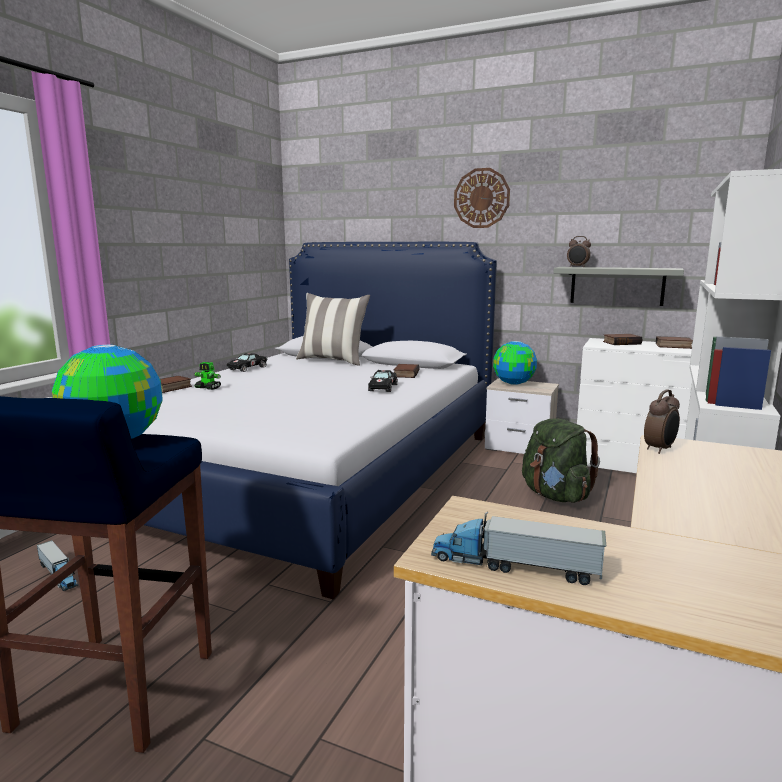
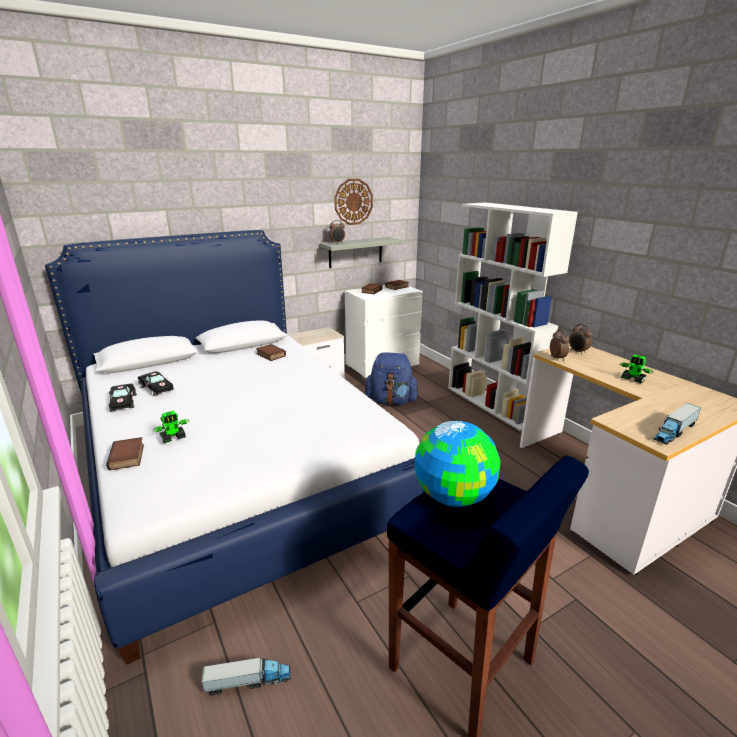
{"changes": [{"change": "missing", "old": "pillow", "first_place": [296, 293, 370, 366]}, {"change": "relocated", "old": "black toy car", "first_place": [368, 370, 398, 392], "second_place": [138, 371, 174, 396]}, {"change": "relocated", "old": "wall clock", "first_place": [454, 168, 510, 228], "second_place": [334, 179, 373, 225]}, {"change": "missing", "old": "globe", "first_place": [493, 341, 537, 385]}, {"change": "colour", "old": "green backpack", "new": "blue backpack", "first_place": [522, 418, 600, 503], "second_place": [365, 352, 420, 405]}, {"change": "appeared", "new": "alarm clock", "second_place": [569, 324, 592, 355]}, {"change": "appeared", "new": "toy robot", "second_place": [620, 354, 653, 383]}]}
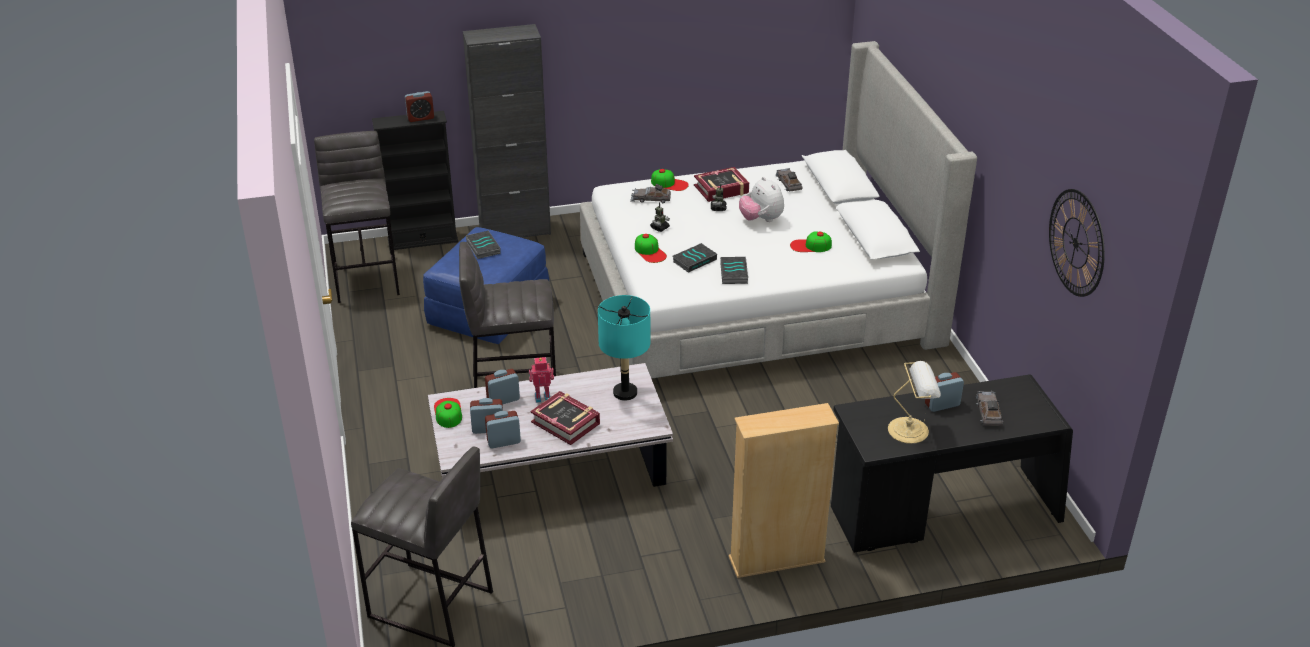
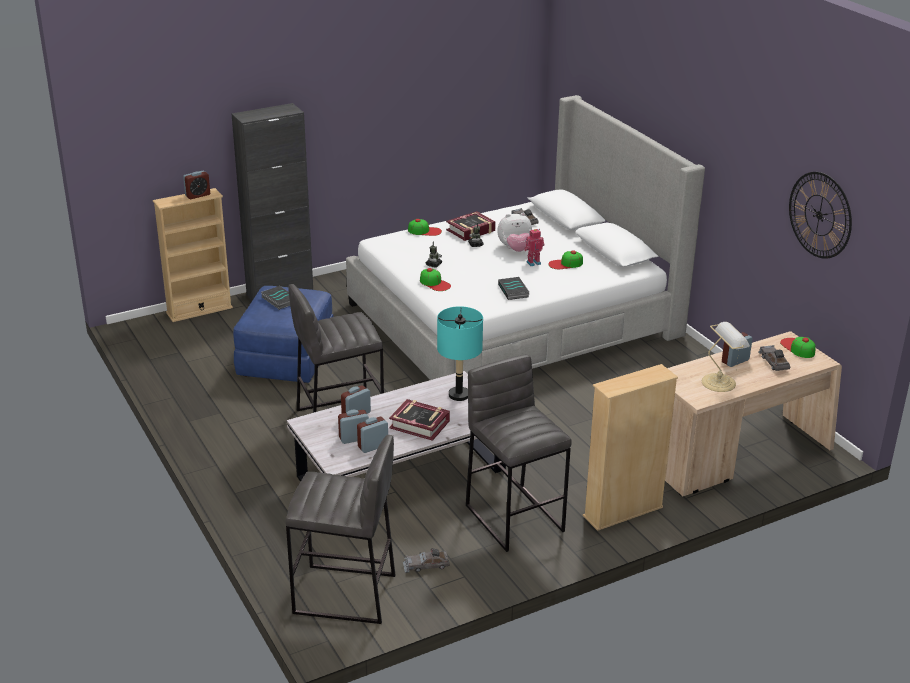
{"changes": [{"change": "relocated", "old": "grey stool", "first_place": [314, 131, 400, 303], "second_place": [466, 354, 572, 552]}, {"change": "colour", "old": "black bookcase", "new": "beige bookcase", "first_place": [372, 111, 458, 250], "second_place": [153, 188, 233, 322]}, {"change": "relocated", "old": "cap", "first_place": [434, 398, 462, 428], "second_place": [780, 337, 816, 358]}, {"change": "relocated", "old": "toy robot", "first_place": [529, 357, 554, 403], "second_place": [524, 229, 544, 266]}, {"change": "relocated", "old": "grey toy car", "first_place": [630, 184, 671, 203], "second_place": [403, 548, 450, 573]}, {"change": "missing", "old": "book", "first_place": [673, 243, 717, 273]}, {"change": "spun", "old": "plush toy", "first_place": [739, 177, 784, 222], "second_place": [497, 213, 532, 252], "degrees": -60}, {"change": "colour", "old": "black desk", "new": "beige desk", "first_place": [831, 375, 1073, 553], "second_place": [665, 331, 842, 496]}]}
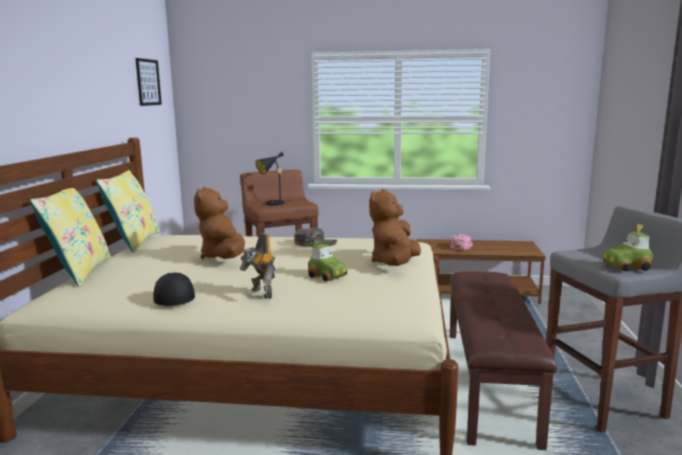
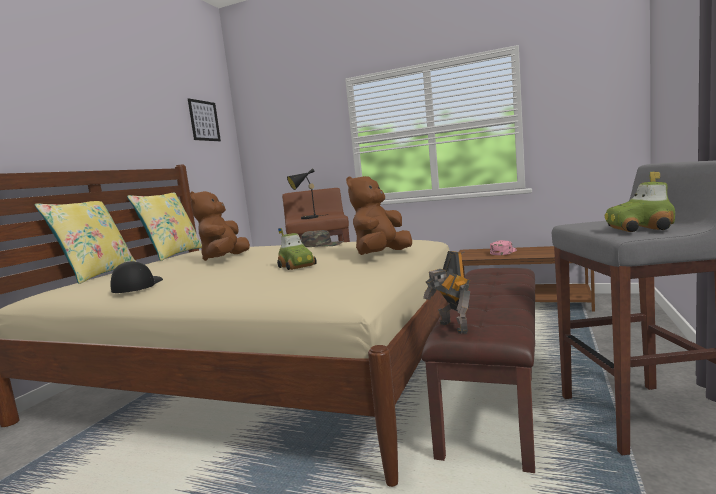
{"changes": [{"change": "relocated", "old": "toy robot", "first_place": [240, 233, 275, 299], "second_place": [423, 251, 470, 334]}]}
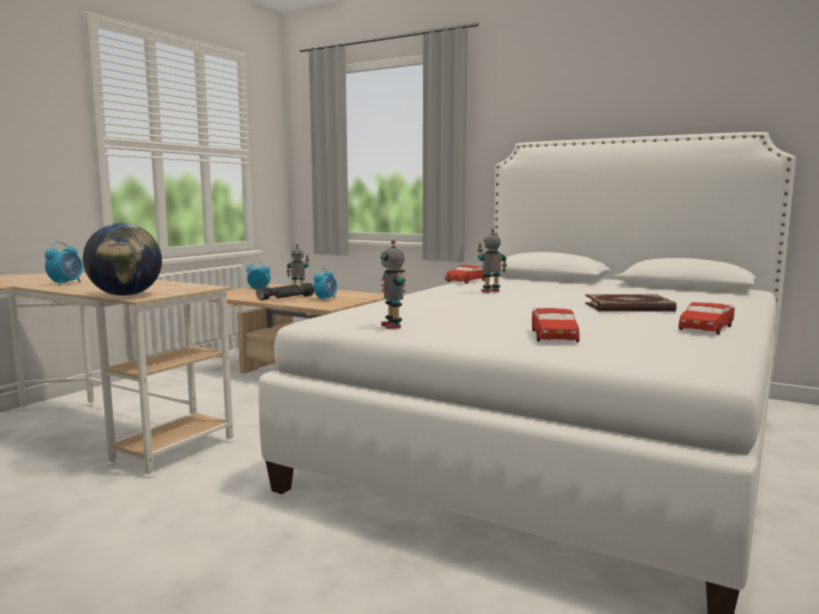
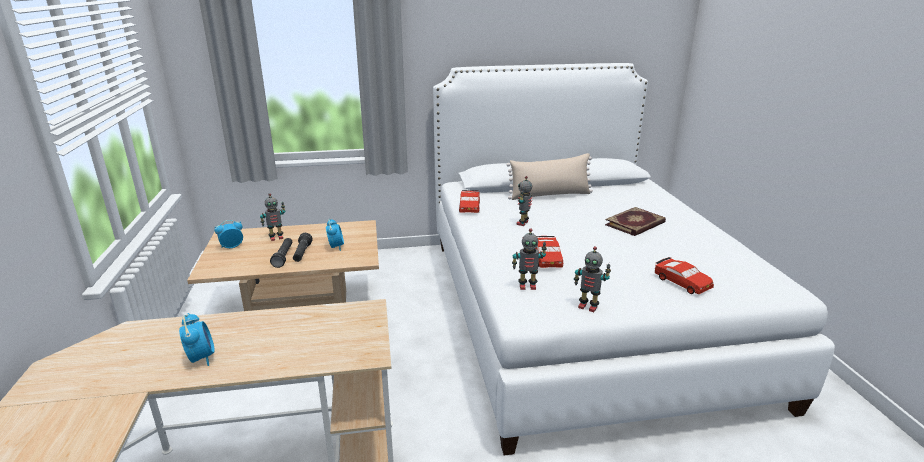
{"changes": [{"change": "missing", "old": "globe", "first_place": [83, 223, 162, 296]}, {"change": "relocated", "old": "red toy car", "first_place": [679, 302, 735, 334], "second_place": [535, 236, 563, 268]}, {"change": "appeared", "new": "beige pillow", "second_place": [506, 153, 593, 200]}, {"change": "appeared", "new": "toy robot", "second_place": [512, 228, 547, 290]}]}
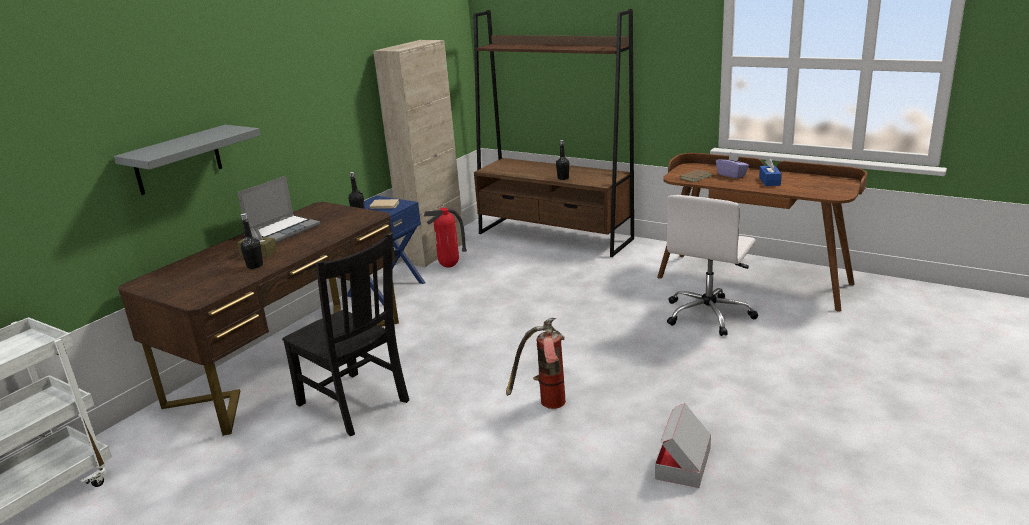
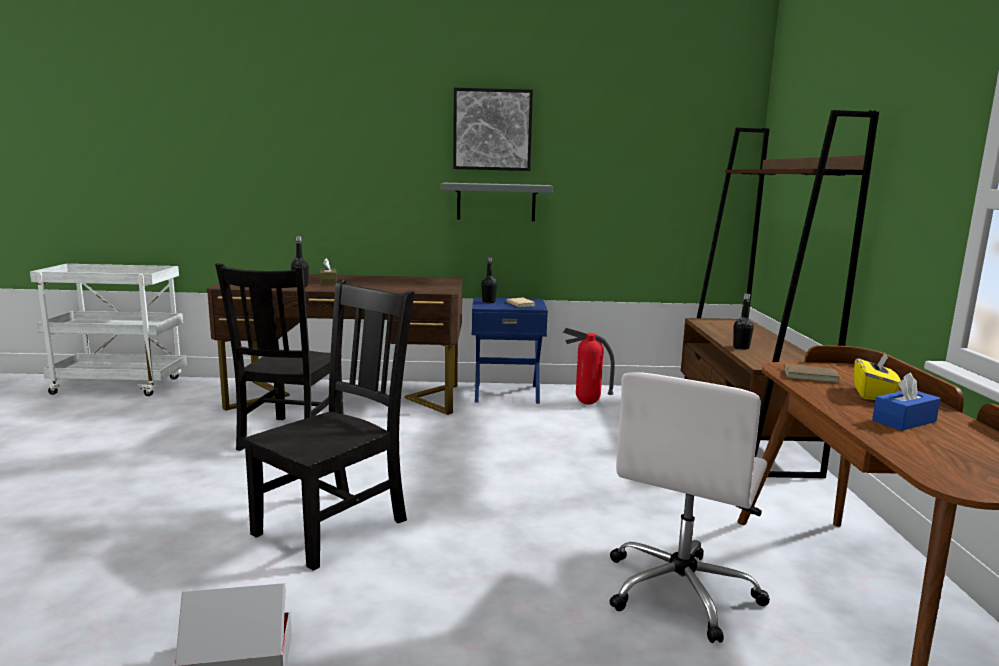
{"changes": [{"change": "relocated", "old": "grey shelf", "first_place": [114, 125, 260, 195], "second_place": [441, 183, 553, 221]}, {"change": "missing", "old": "laptop", "first_place": [237, 176, 320, 243]}, {"change": "missing", "old": "beige cabinet", "first_place": [373, 40, 463, 268]}, {"change": "exchanged", "old": "fire extinguisher", "new": "black chair", "first_place": [506, 318, 566, 409], "second_place": [244, 279, 415, 571]}, {"change": "spun", "old": "white office chair", "first_place": [667, 195, 758, 336], "second_place": [610, 372, 770, 643], "degrees": -60}, {"change": "colour", "old": "purple tissue box", "new": "yellow tissue box", "first_place": [716, 152, 749, 179], "second_place": [854, 353, 901, 400]}, {"change": "appeared", "new": "picture", "second_place": [453, 88, 533, 171]}]}
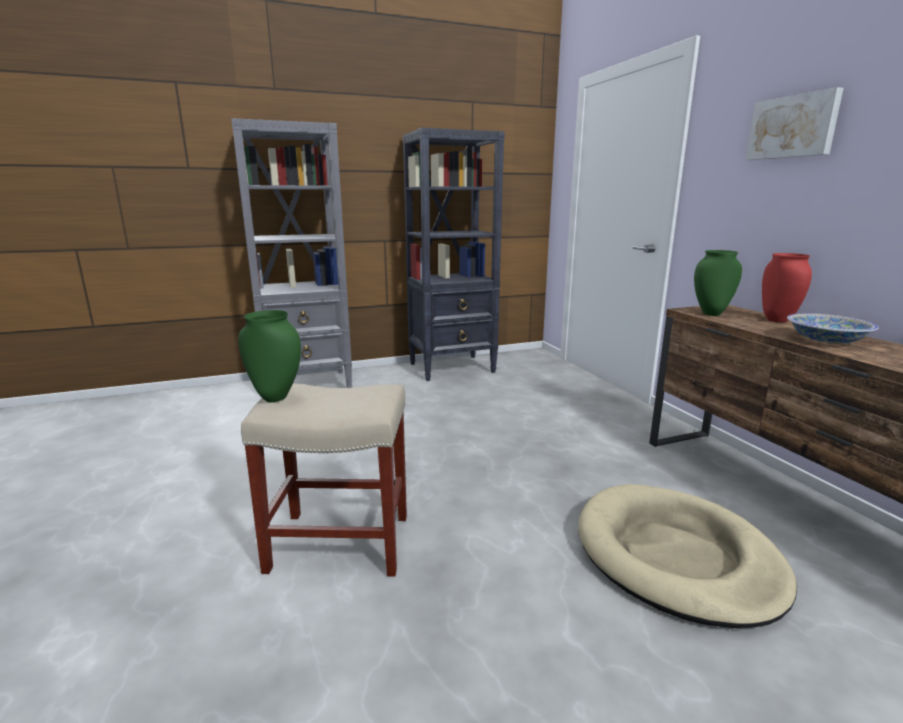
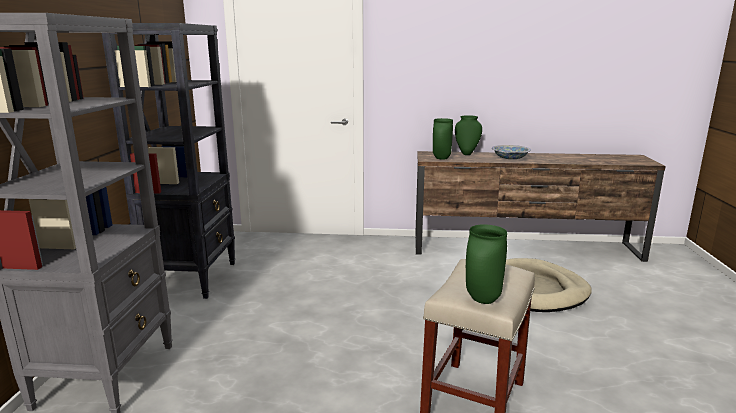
{"changes": [{"change": "missing", "old": "picture", "first_place": [746, 87, 844, 160]}, {"change": "colour", "old": "red vase", "new": "green vase", "first_place": [762, 253, 812, 322], "second_place": [455, 115, 482, 155]}]}
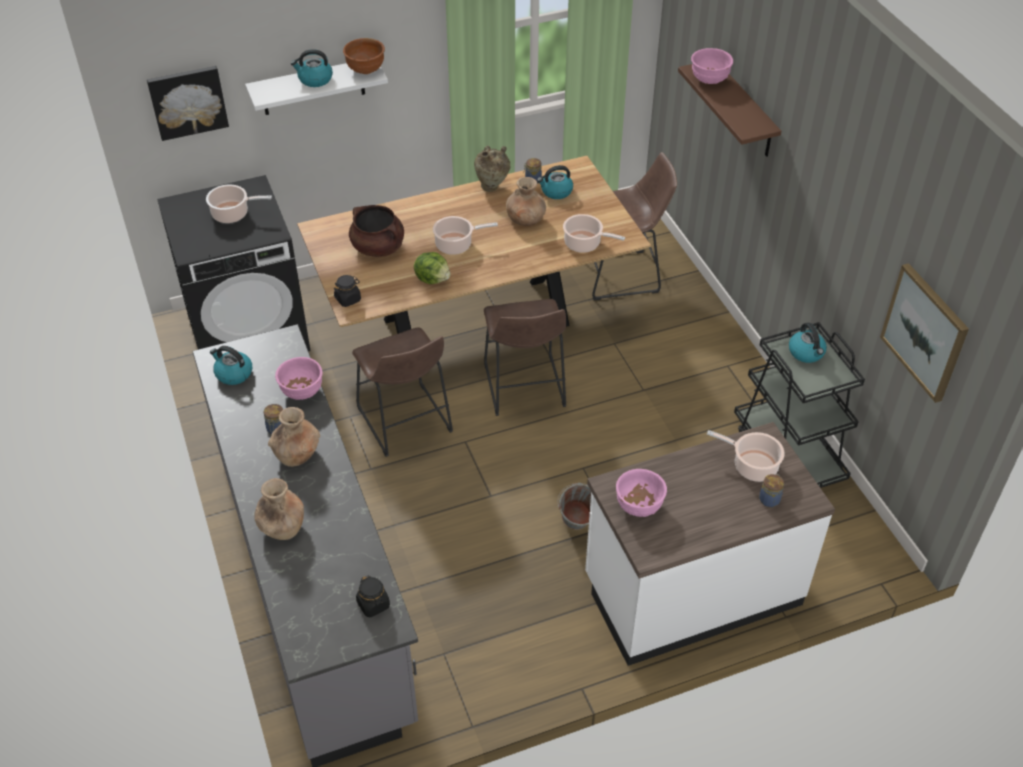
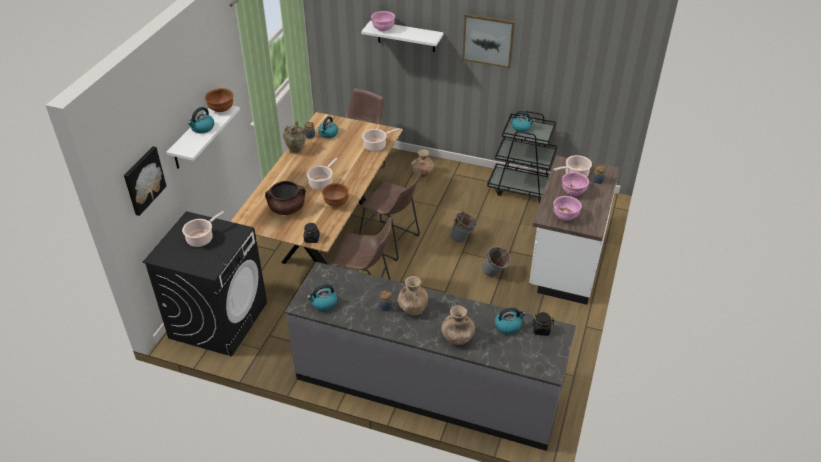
{"changes": [{"change": "relocated", "old": "pink bowl", "first_place": [275, 357, 323, 400], "second_place": [562, 172, 589, 196]}, {"change": "exchanged", "old": "lettuce", "new": "brown bowl", "first_place": [414, 252, 451, 284], "second_place": [322, 183, 349, 207]}, {"change": "relocated", "old": "brown vase", "first_place": [506, 177, 546, 226], "second_place": [411, 149, 434, 177]}, {"change": "colour", "old": "brown shelf", "new": "white shelf", "first_place": [678, 64, 781, 157], "second_place": [361, 21, 444, 52]}, {"change": "relocated", "old": "picture", "first_place": [880, 263, 969, 403], "second_place": [462, 14, 515, 68]}, {"change": "appeared", "new": "grey bucket", "second_place": [450, 211, 478, 243]}, {"change": "appeared", "new": "kettle", "second_place": [495, 308, 526, 335]}]}
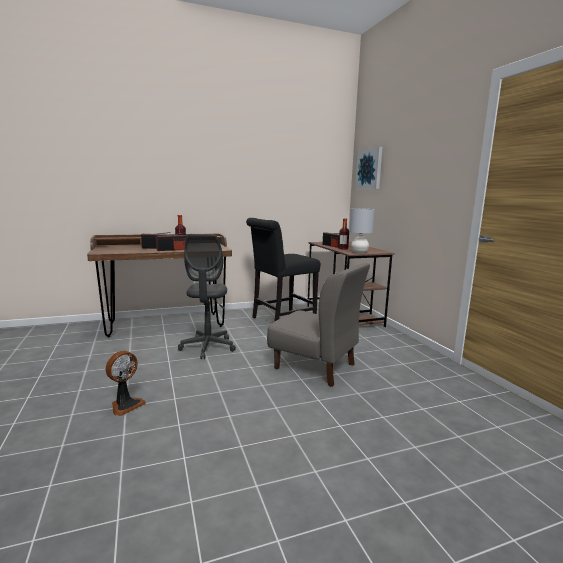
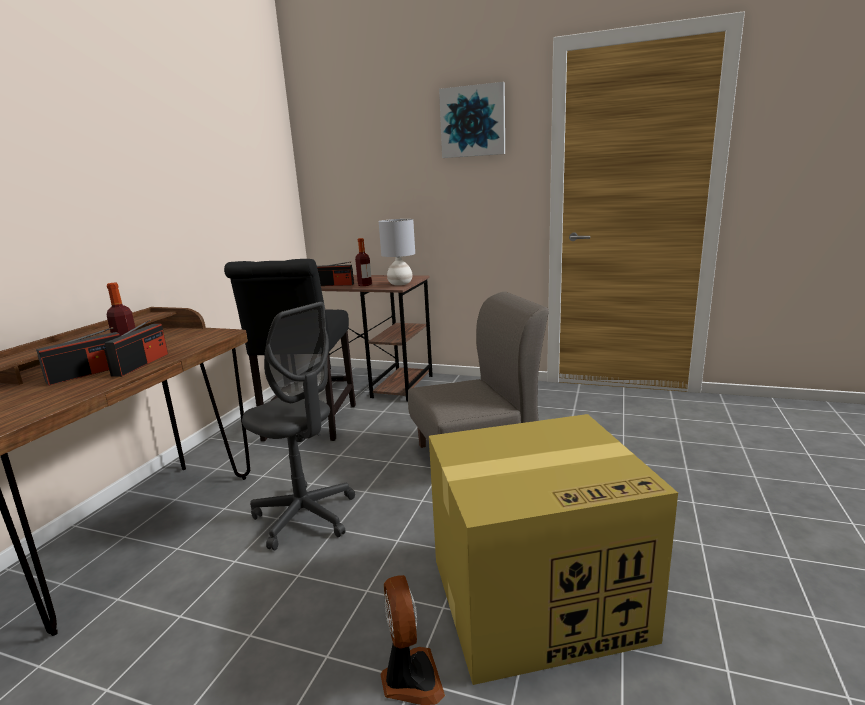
{"changes": [{"change": "relocated", "old": "picture", "first_place": [355, 147, 382, 189], "second_place": [439, 82, 505, 158]}, {"change": "appeared", "new": "cardboard box", "second_place": [429, 414, 678, 685]}]}
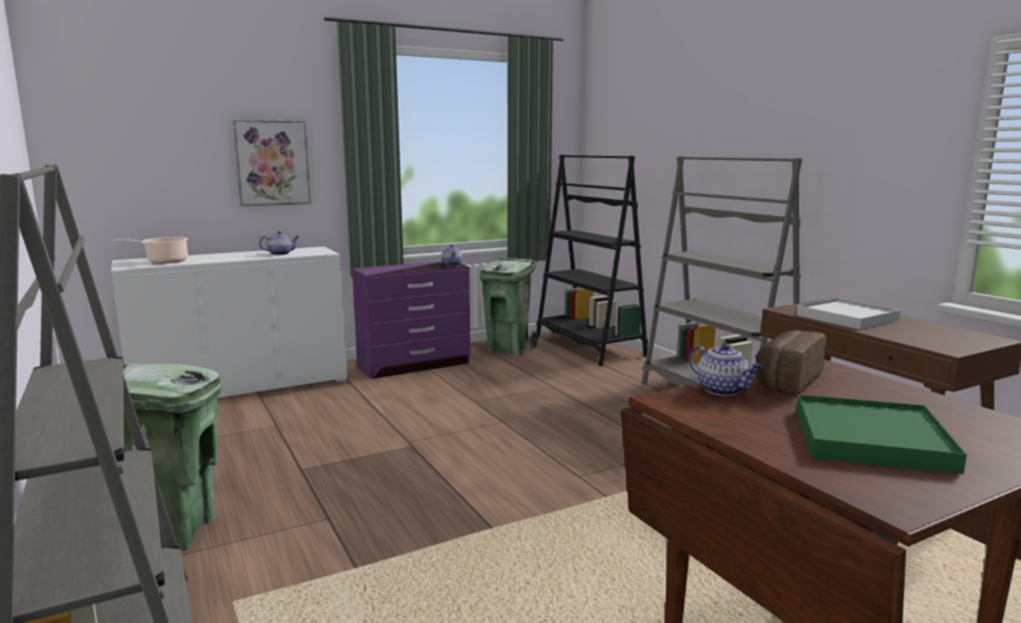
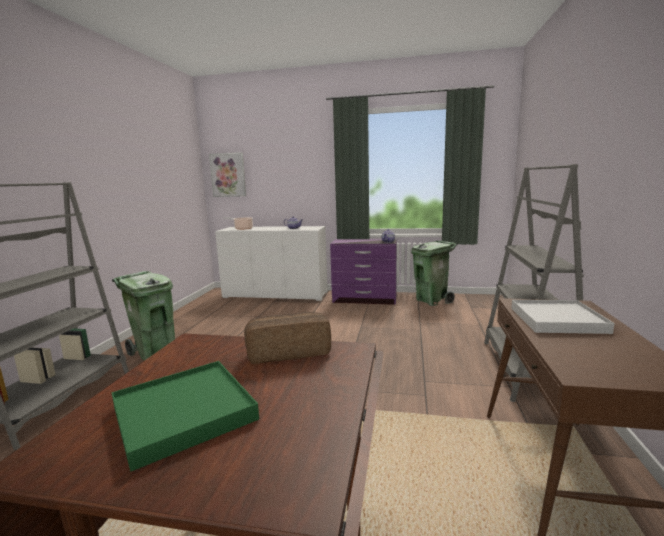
{"changes": [{"change": "relocated", "old": "picture", "first_place": [233, 120, 311, 206], "second_place": [209, 152, 246, 197]}, {"change": "missing", "old": "black bookcase", "first_place": [536, 155, 648, 366]}, {"change": "missing", "old": "teapot", "first_place": [689, 343, 763, 396]}]}
